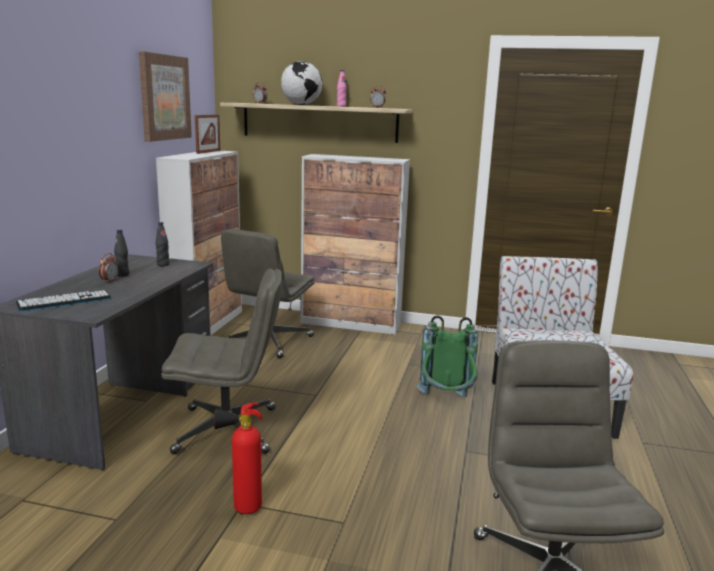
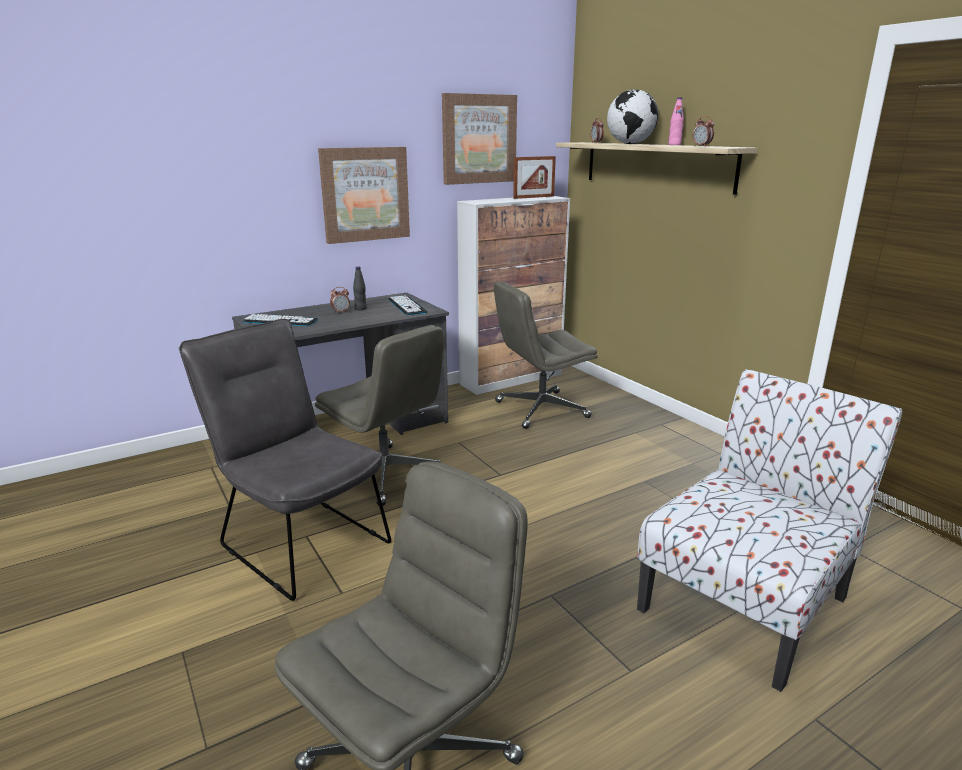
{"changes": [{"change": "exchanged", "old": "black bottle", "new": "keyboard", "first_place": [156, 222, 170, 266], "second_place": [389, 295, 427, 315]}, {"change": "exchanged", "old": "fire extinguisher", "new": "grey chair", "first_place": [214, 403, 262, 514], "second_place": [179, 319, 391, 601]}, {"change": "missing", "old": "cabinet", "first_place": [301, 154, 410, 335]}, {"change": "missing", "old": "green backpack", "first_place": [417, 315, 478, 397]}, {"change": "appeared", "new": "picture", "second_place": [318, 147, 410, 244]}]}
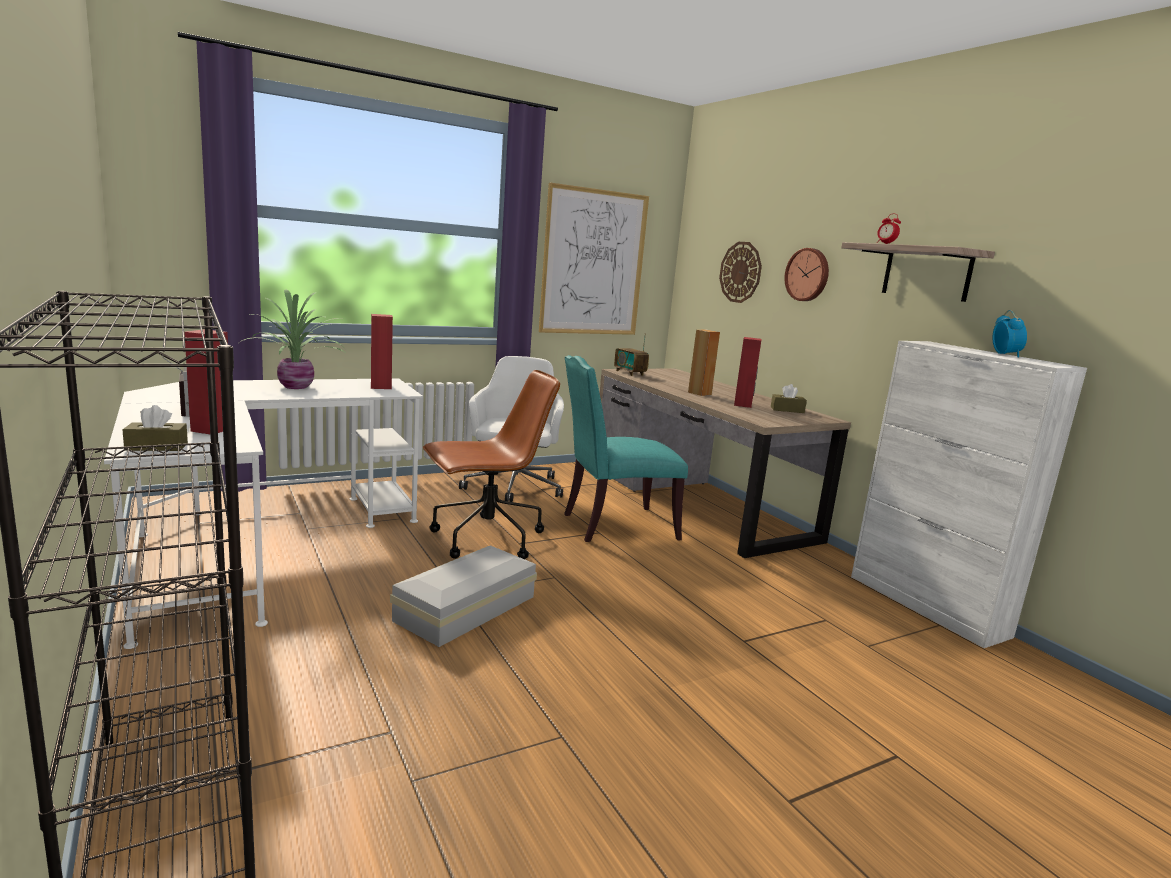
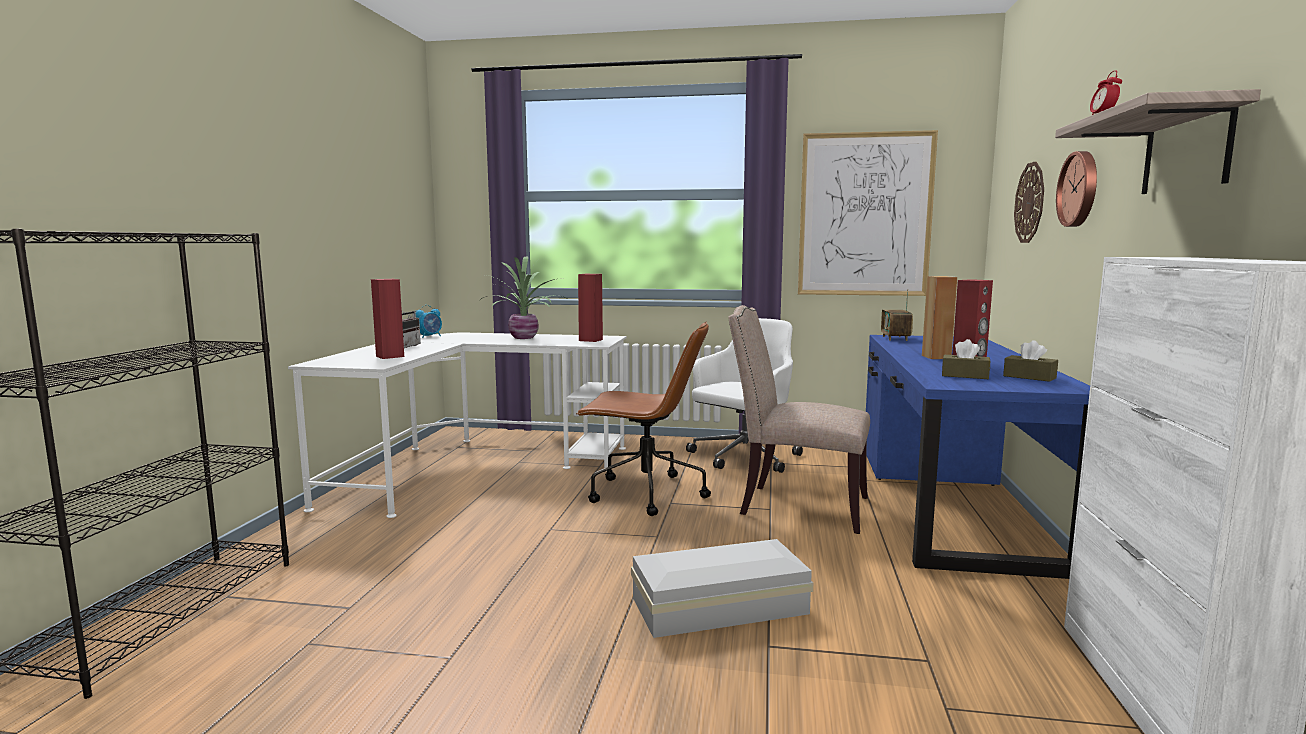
{"changes": [{"change": "relocated", "old": "brown tissue box", "first_place": [122, 405, 188, 451], "second_place": [942, 339, 990, 379]}, {"change": "relocated", "old": "white storage box", "first_place": [390, 545, 537, 647], "second_place": [631, 539, 813, 638]}, {"change": "colour", "old": "turquoise chair", "new": "beige chair", "first_place": [564, 355, 688, 542], "second_place": [729, 305, 870, 534]}, {"change": "colour", "old": "brown desk", "new": "blue desk", "first_place": [600, 369, 851, 558], "second_place": [866, 335, 1090, 579]}, {"change": "relocated", "old": "alarm clock", "first_place": [993, 310, 1027, 358], "second_place": [416, 305, 442, 338]}]}
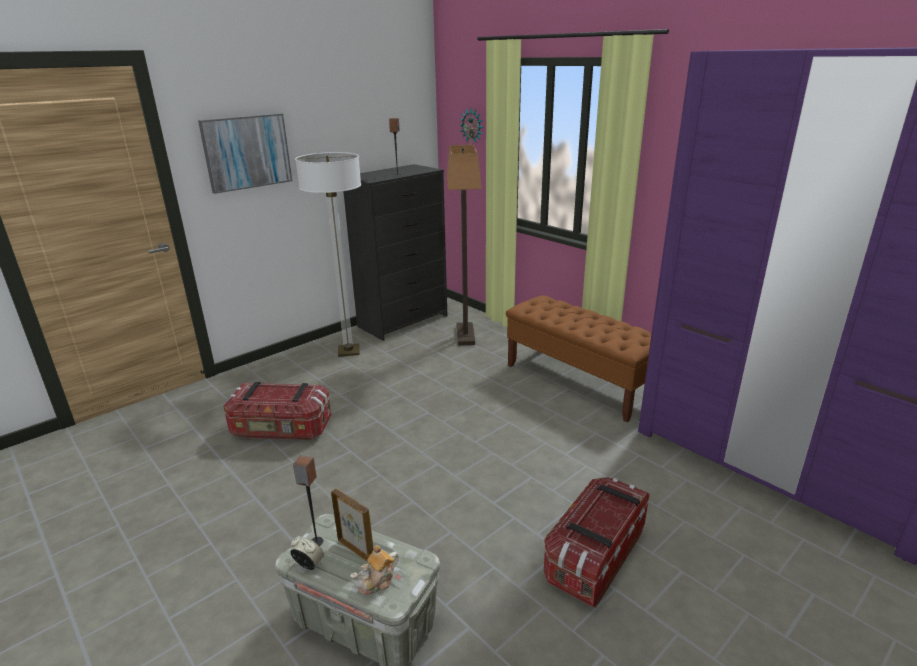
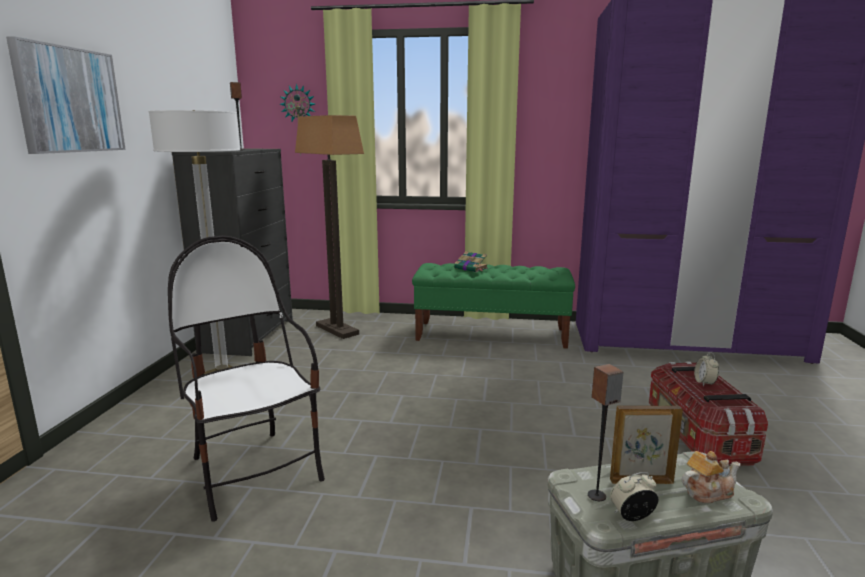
{"changes": [{"change": "exchanged", "old": "storage box", "new": "chair", "first_place": [223, 382, 331, 440], "second_place": [168, 236, 325, 522]}, {"change": "spun", "old": "teapot", "first_place": [350, 545, 399, 595], "second_place": [682, 451, 740, 503], "degrees": -120}, {"change": "colour", "old": "brown bench", "new": "green bench", "first_place": [506, 296, 652, 422], "second_place": [412, 263, 575, 349]}, {"change": "appeared", "new": "book", "second_place": [454, 251, 488, 272]}, {"change": "appeared", "new": "alarm clock", "second_place": [694, 352, 719, 387]}]}
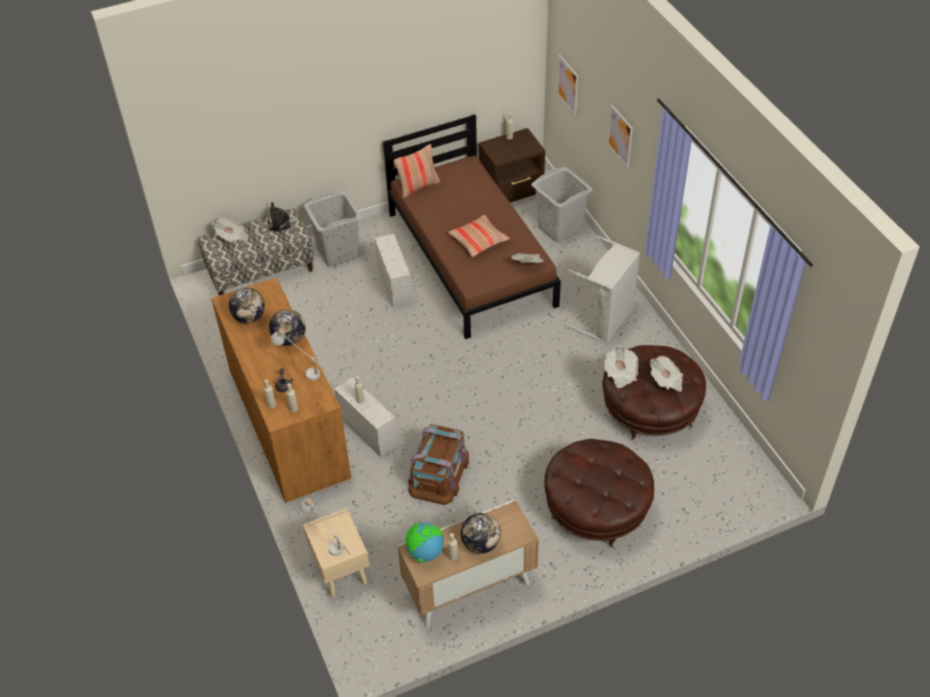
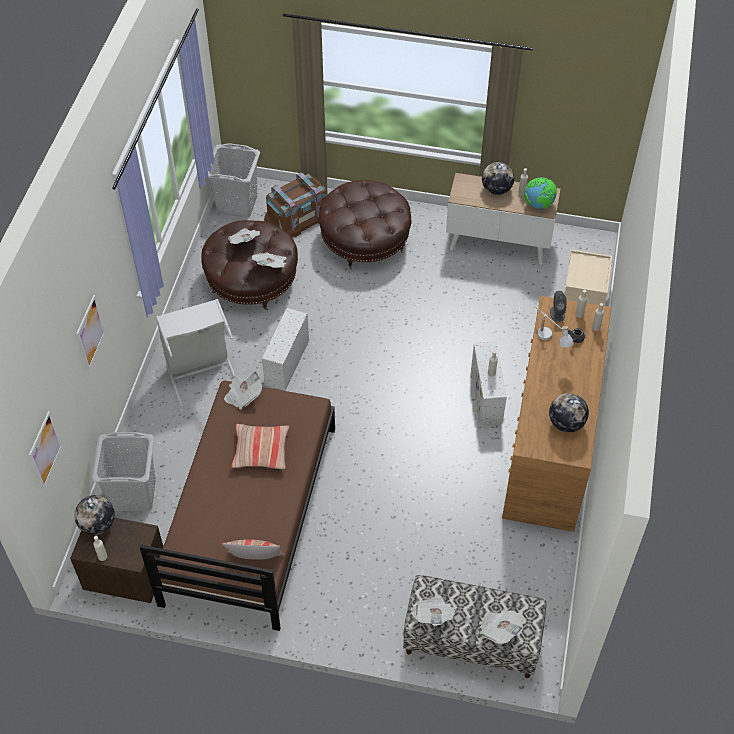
{"changes": [{"change": "exchanged", "old": "plush toy", "new": "newspaper", "first_place": [268, 202, 300, 232], "second_place": [415, 595, 456, 626]}, {"change": "relocated", "old": "globe", "first_place": [269, 309, 306, 346], "second_place": [74, 495, 115, 535]}, {"change": "missing", "old": "white table lamp", "first_place": [299, 498, 351, 556]}, {"change": "relocated", "old": "grey laundry basket", "first_place": [304, 191, 361, 267], "second_place": [208, 143, 260, 218]}, {"change": "relocated", "old": "white storage box", "first_place": [374, 234, 412, 308], "second_place": [262, 308, 309, 391]}, {"change": "relocated", "old": "brown storage box", "first_place": [408, 424, 469, 505], "second_place": [264, 172, 327, 237]}, {"change": "appeared", "new": "grey speaker", "second_place": [550, 291, 567, 322]}]}
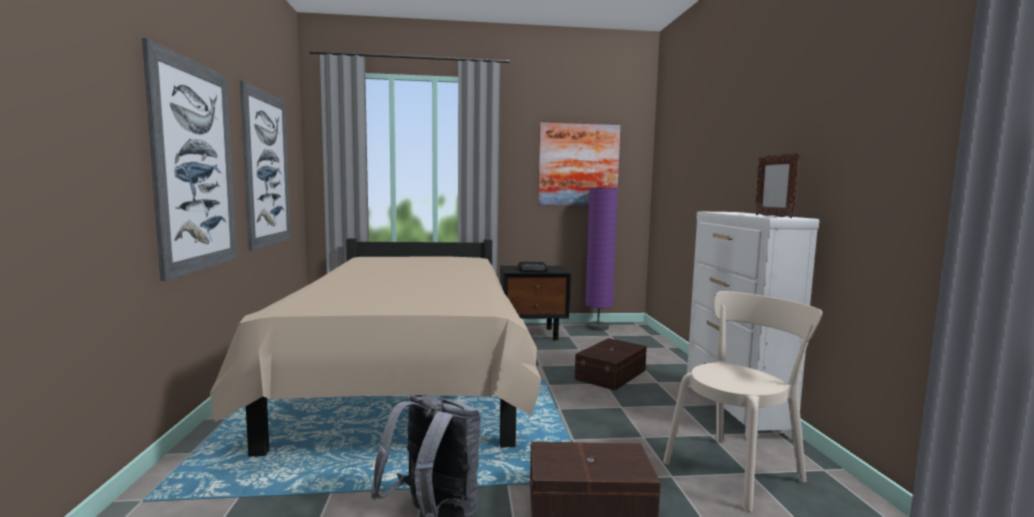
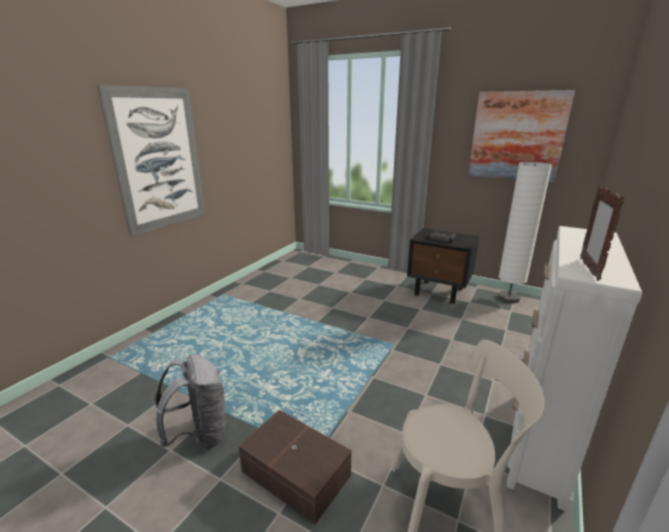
{"changes": [{"change": "missing", "old": "beige bed", "first_place": [210, 238, 541, 457]}, {"change": "missing", "old": "picture", "first_place": [240, 80, 291, 251]}, {"change": "missing", "old": "brown storage box", "first_place": [575, 338, 647, 391]}, {"change": "colour", "old": "purple floor lamp", "new": "white floor lamp", "first_place": [585, 188, 618, 331], "second_place": [498, 162, 552, 303]}]}
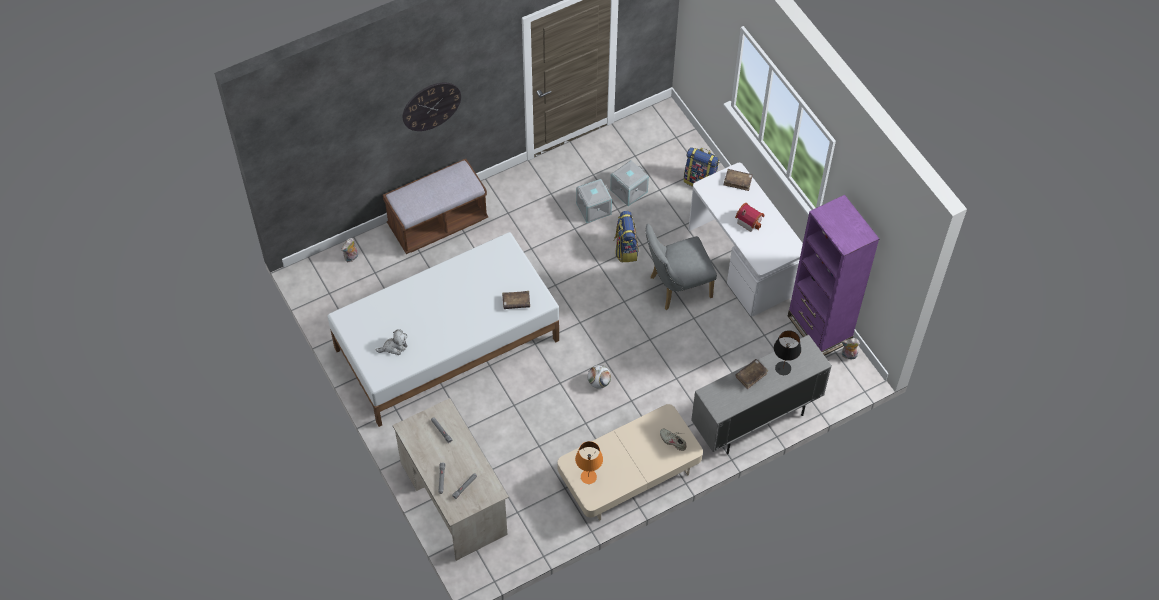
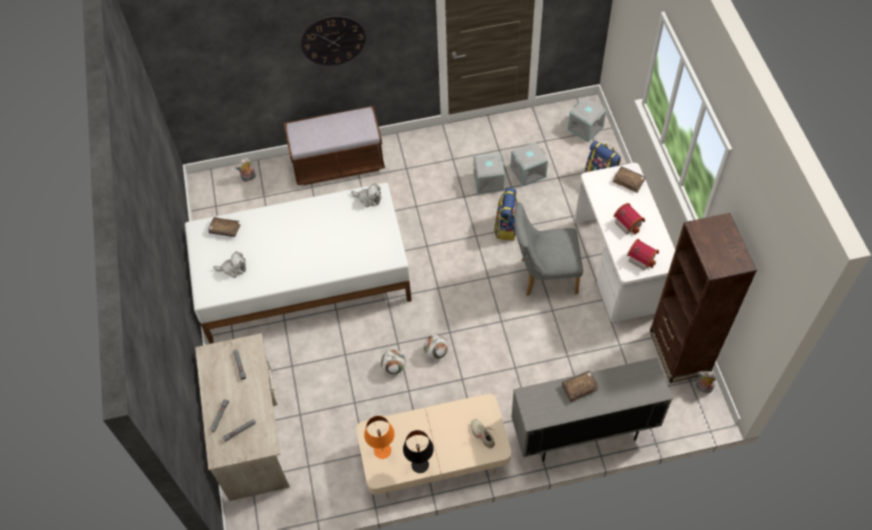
{"changes": [{"change": "relocated", "old": "brown book", "first_place": [502, 291, 530, 309], "second_place": [208, 217, 241, 237]}, {"change": "relocated", "old": "black table lamp", "first_place": [774, 330, 801, 375], "second_place": [403, 430, 434, 473]}, {"change": "colour", "old": "purple bookcase", "new": "brown bookcase", "first_place": [788, 195, 879, 356], "second_place": [650, 213, 757, 383]}, {"change": "appeared", "new": "plush toy", "second_place": [351, 184, 381, 207]}, {"change": "appeared", "new": "football", "second_place": [381, 350, 406, 374]}, {"change": "appeared", "new": "grey storage box", "second_place": [567, 97, 606, 142]}, {"change": "appeared", "new": "toy house", "second_place": [627, 239, 659, 271]}]}
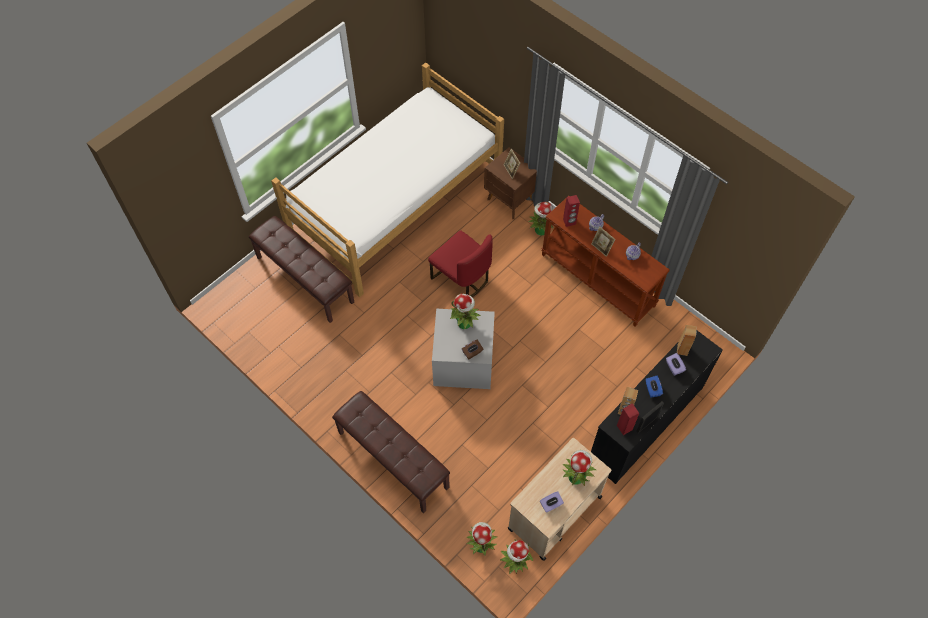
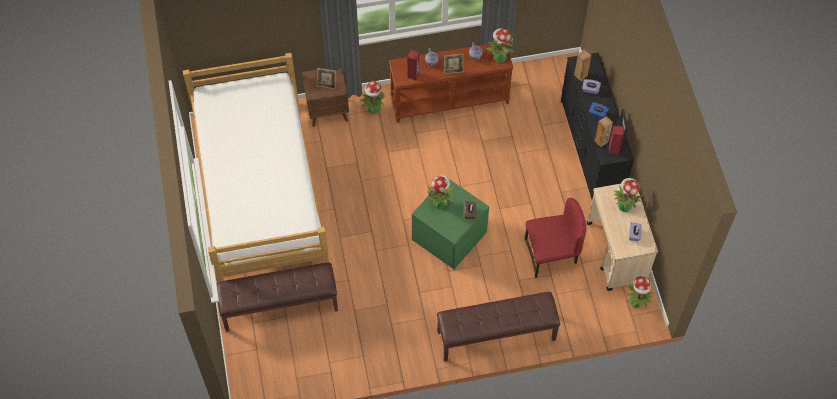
{"changes": [{"change": "relocated", "old": "red chair", "first_place": [428, 230, 493, 297], "second_place": [525, 198, 586, 278]}, {"change": "colour", "old": "grey storage box", "new": "green storage box", "first_place": [432, 309, 495, 389], "second_place": [412, 179, 489, 269]}, {"change": "relocated", "old": "potted plant", "first_place": [466, 522, 497, 556], "second_place": [487, 28, 513, 63]}]}
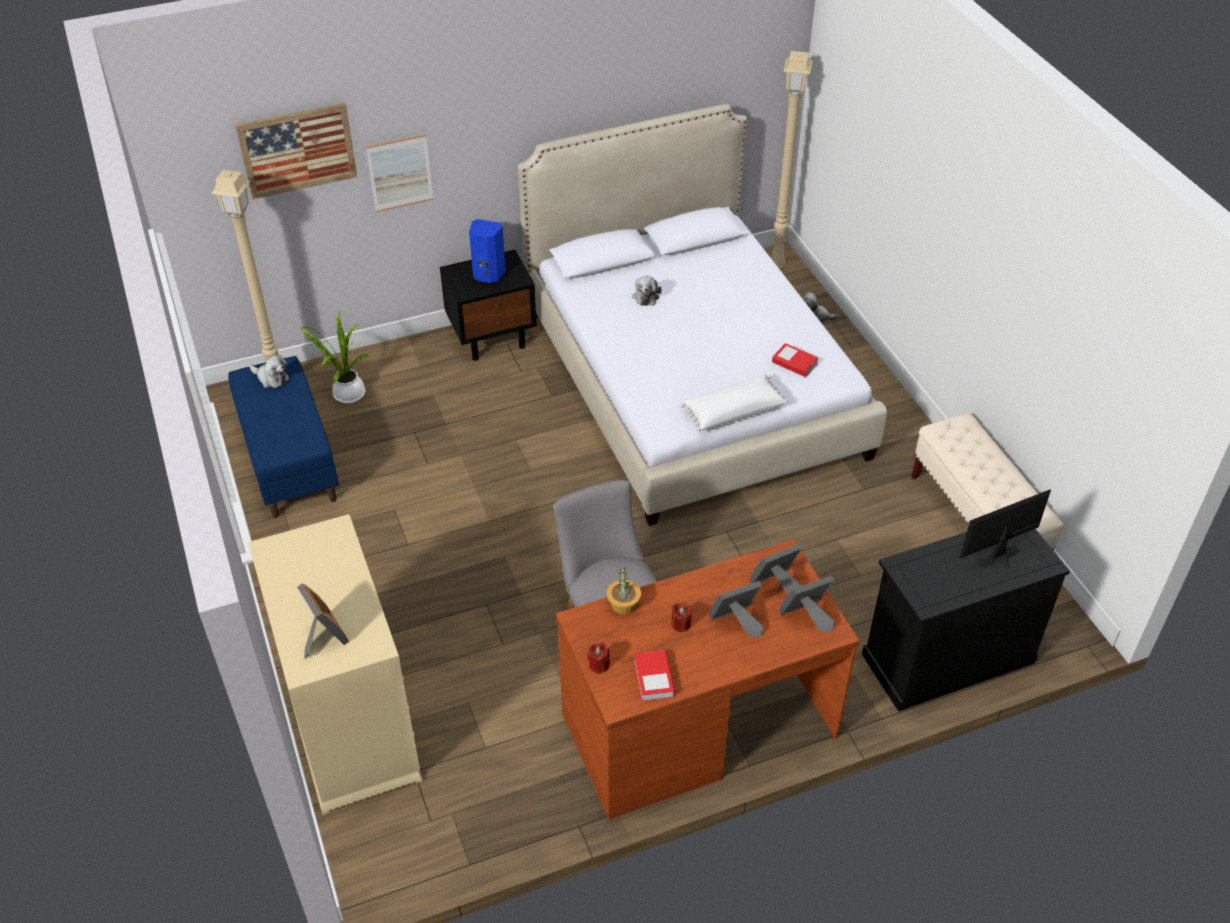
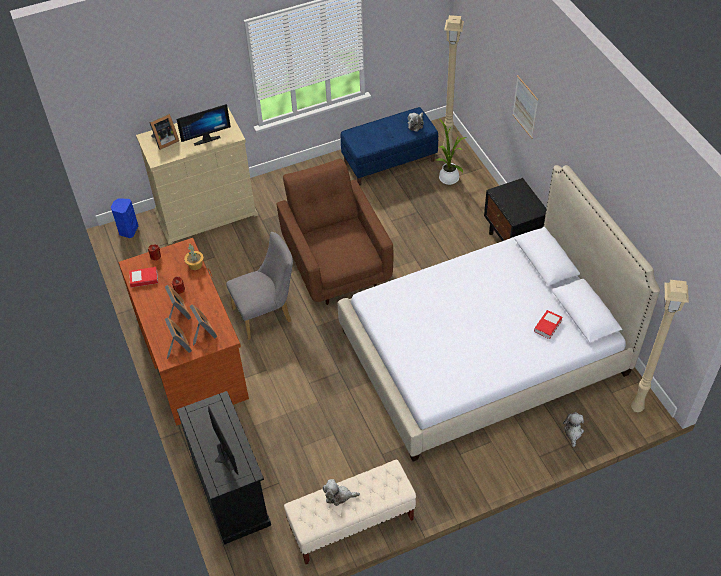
{"changes": [{"change": "missing", "old": "picture", "first_place": [235, 103, 357, 199]}, {"change": "relocated", "old": "blue speaker", "first_place": [469, 219, 506, 283], "second_place": [111, 198, 138, 238]}, {"change": "relocated", "old": "plush toy", "first_place": [632, 275, 661, 306], "second_place": [322, 479, 360, 506]}, {"change": "missing", "old": "white pillow", "first_place": [680, 373, 788, 431]}, {"change": "relocated", "old": "book", "first_place": [772, 343, 818, 377], "second_place": [534, 310, 563, 339]}, {"change": "appeared", "new": "monitor", "second_place": [176, 104, 231, 146]}, {"change": "appeared", "new": "brown armchair", "second_place": [277, 159, 393, 305]}]}
